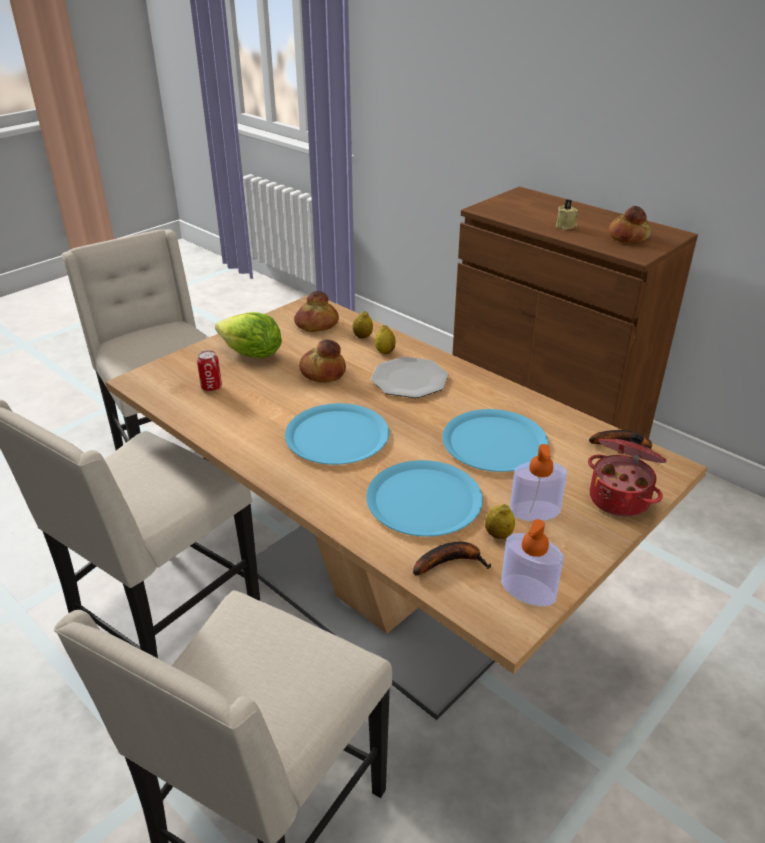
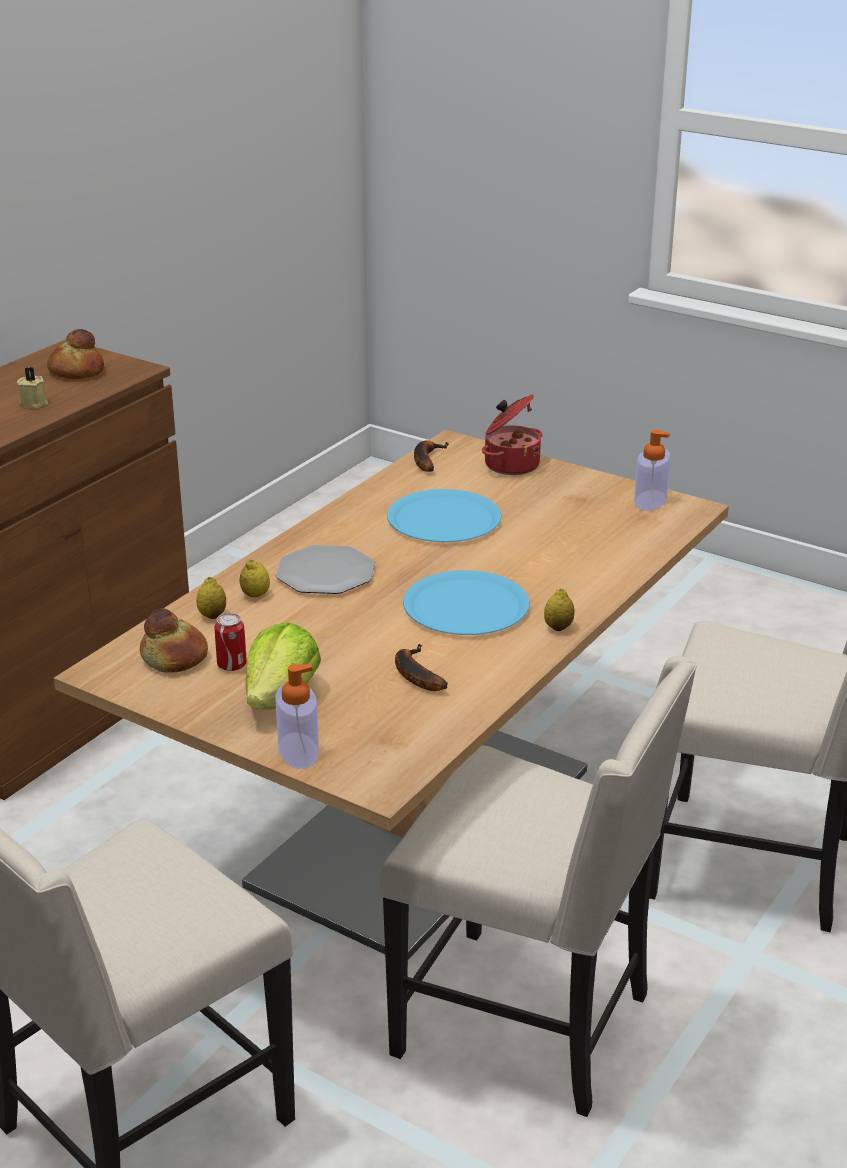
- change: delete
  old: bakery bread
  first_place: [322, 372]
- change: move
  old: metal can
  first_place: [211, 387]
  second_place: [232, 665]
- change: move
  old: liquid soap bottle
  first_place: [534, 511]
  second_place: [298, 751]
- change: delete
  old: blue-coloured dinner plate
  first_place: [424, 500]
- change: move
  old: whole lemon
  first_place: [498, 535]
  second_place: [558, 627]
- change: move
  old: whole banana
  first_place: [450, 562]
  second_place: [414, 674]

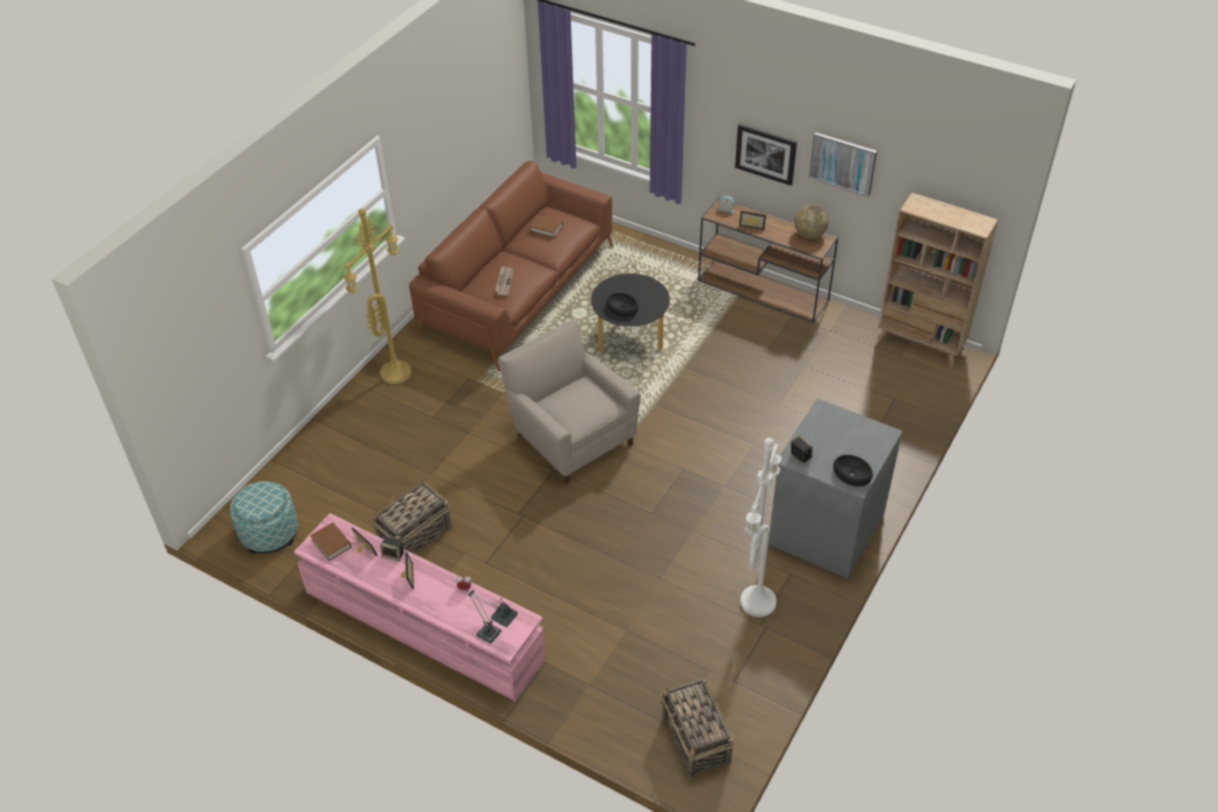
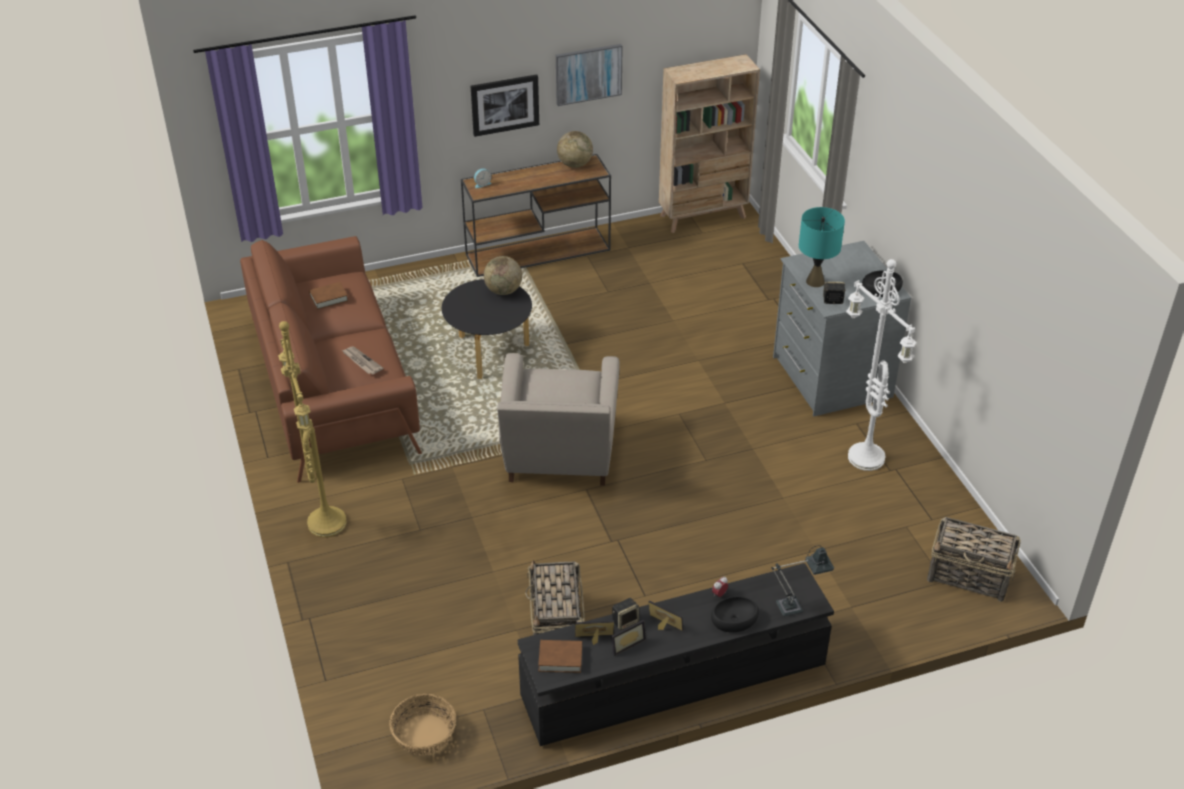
- change: move
  old: standing frame
  first_place: [752, 225]
  second_place: [626, 643]
- change: move
  old: blackish serving bowl
  first_place: [622, 308]
  second_place: [734, 619]
- change: rotate
  old: sand-coloured easy chair
  first_place: [570, 436]
  second_place: [559, 455]
  degrees: -90
- change: replace
  old: ottoman
  new: household basket
  first_place: [269, 533]
  second_place: [424, 735]
- change: recolor
  old: pink-coloured tv unit
  new: blackish tv unit
  first_place: [424, 625]
  second_place: [673, 680]
- change: insert
  new: turquoise-coloured lamp for a table
  second_place: [815, 281]
- change: insert
  new: desk globe
  second_place: [503, 290]

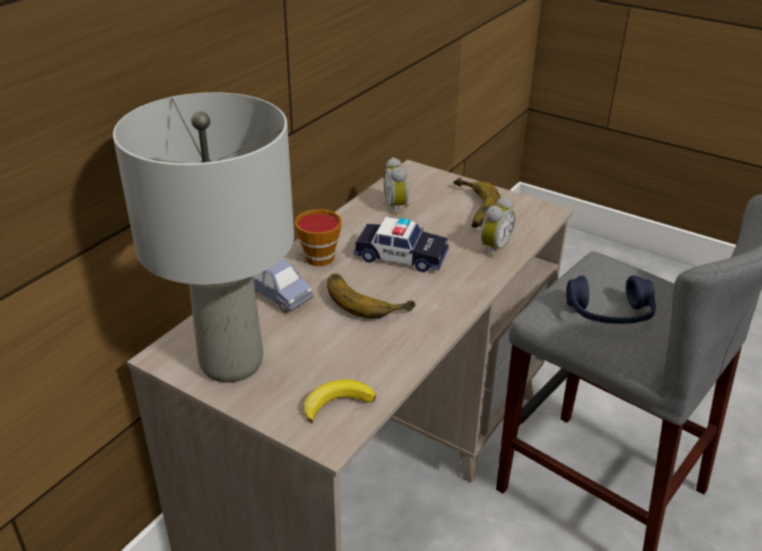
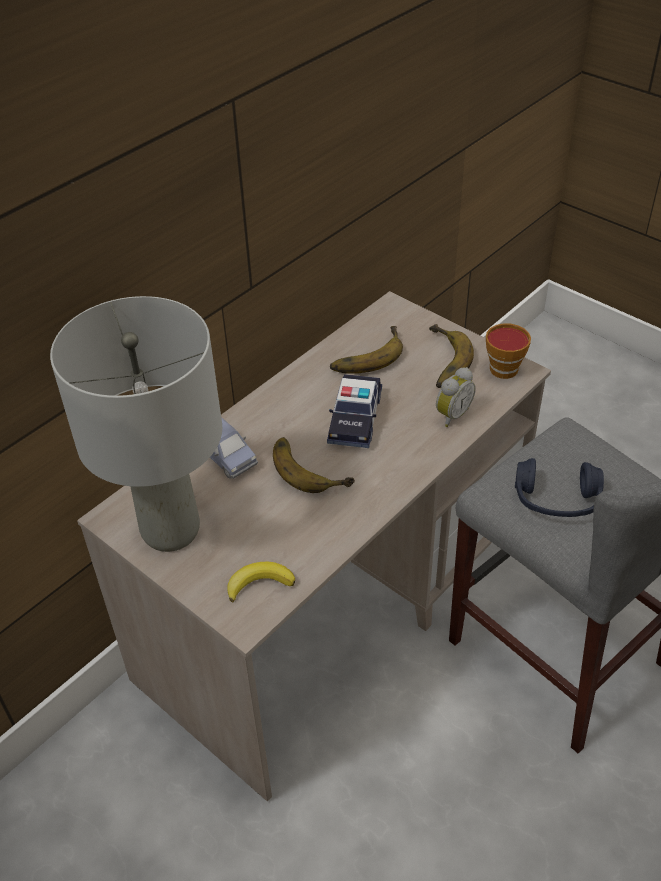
- change: replace
  old: alarm clock
  new: whole banana
  first_place: [397, 207]
  second_place: [365, 355]
- change: move
  old: cup
  first_place: [318, 255]
  second_place: [502, 367]
- change: rotate
  old: miniature car
  first_place: [401, 256]
  second_place: [355, 418]
  degrees: 75

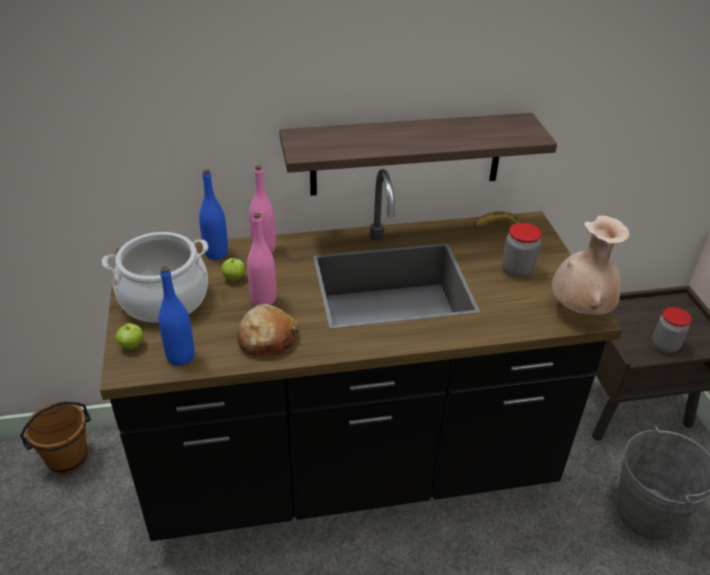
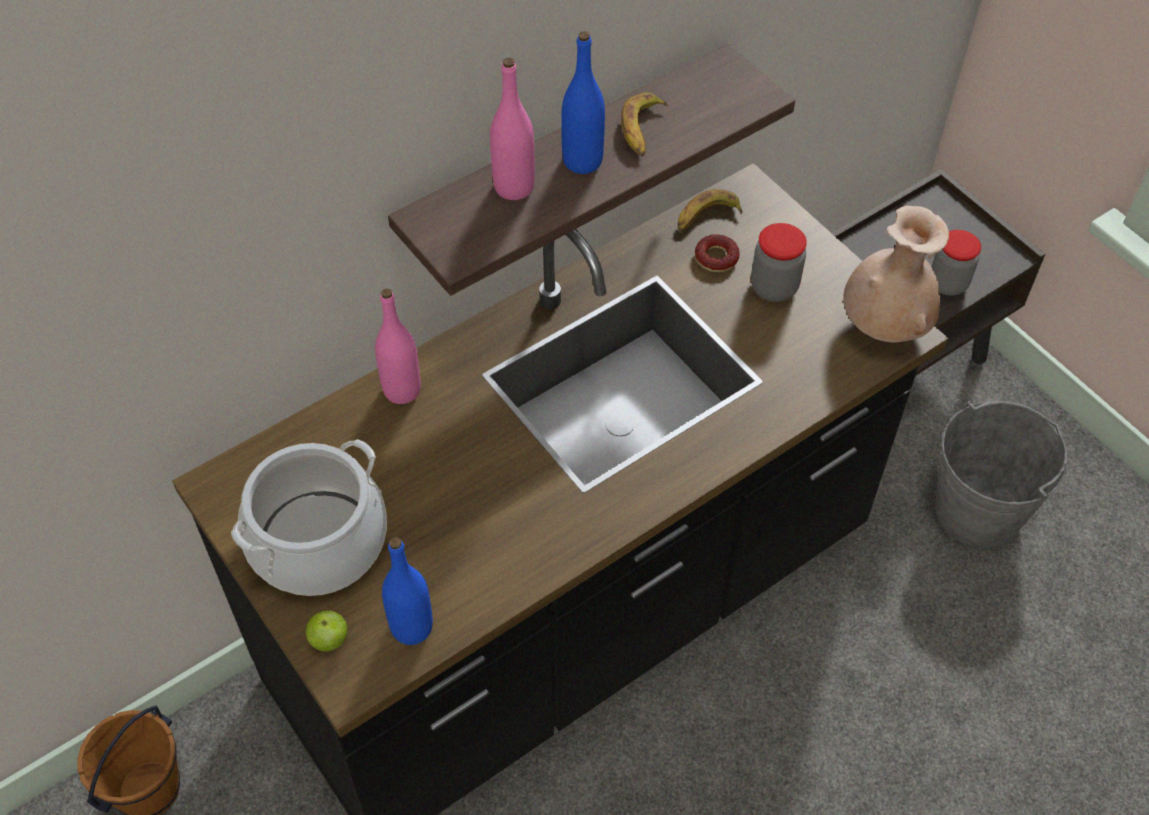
- change: move
  old: blue-coloured drink bottle
  first_place: [216, 253]
  second_place: [582, 161]
- change: move
  old: pink-coloured drink bottle
  first_place: [263, 299]
  second_place: [514, 187]
- change: delete
  old: apple
  first_place: [234, 278]
- change: delete
  old: bakery bread
  first_place: [267, 339]
- change: insert
  new: whole banana
  second_place: [642, 130]
- change: insert
  new: ring doughnut
  second_place: [716, 257]

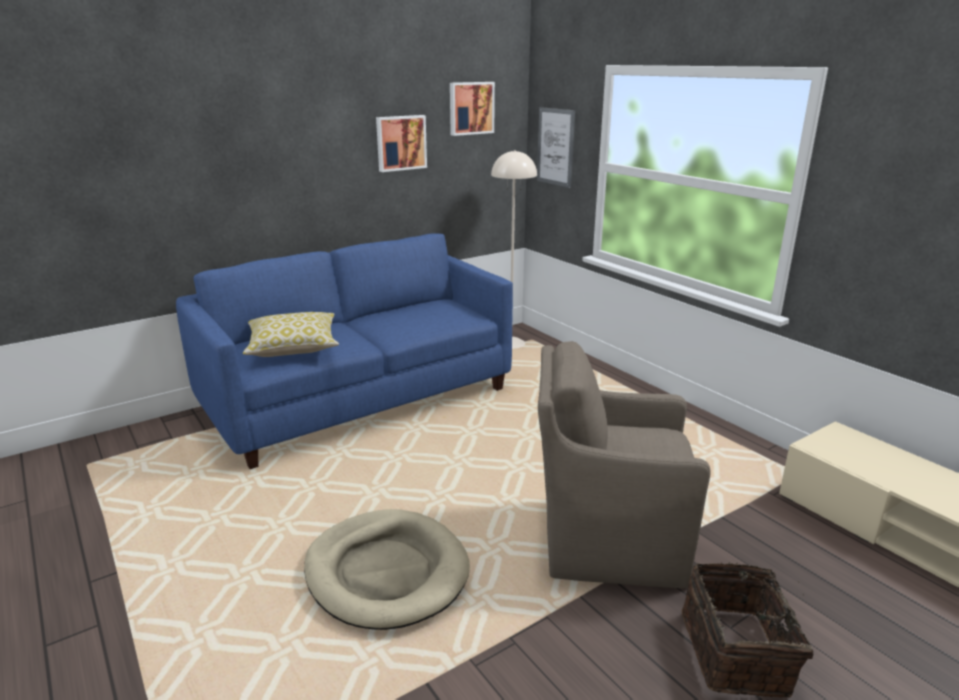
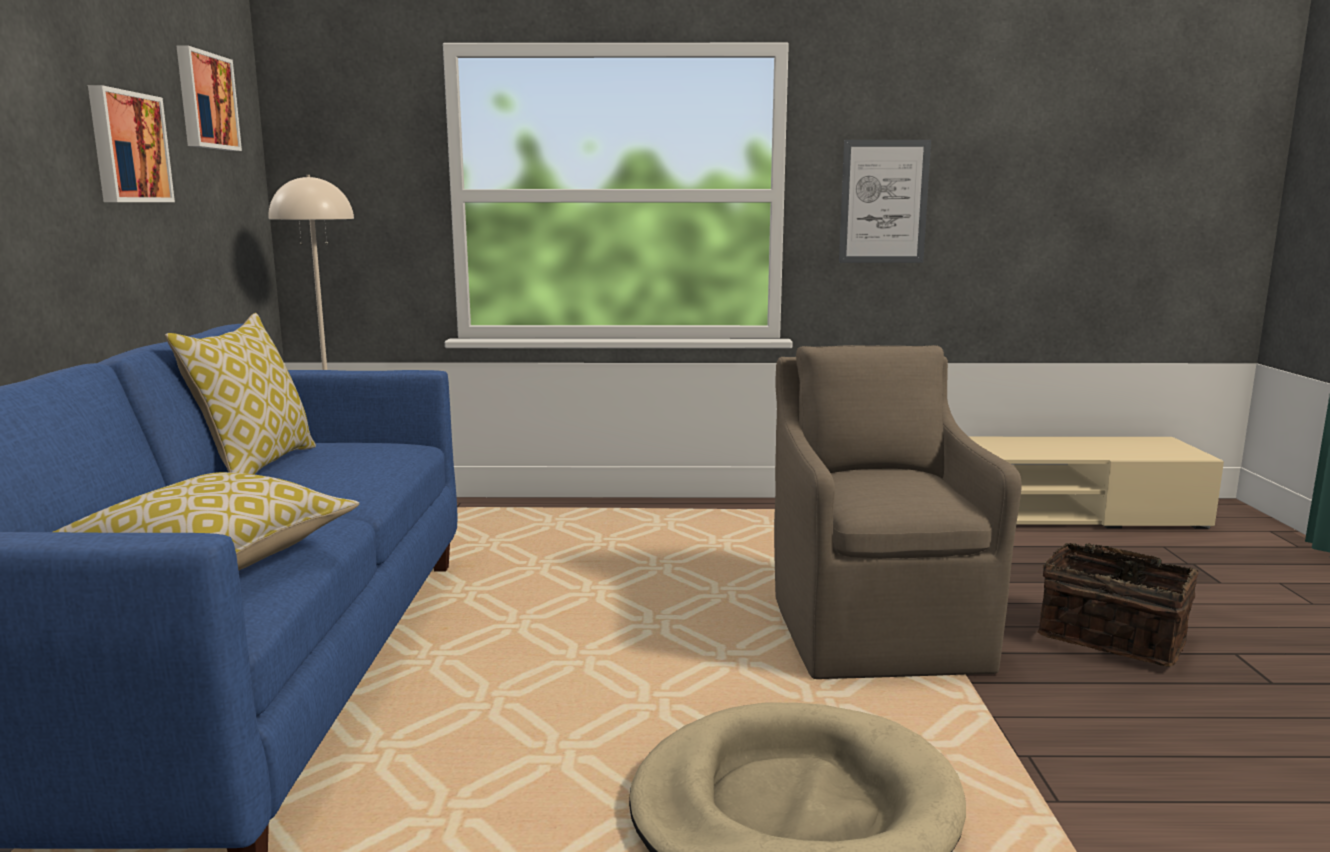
- change: move
  old: wall picture
  first_place: [555, 147]
  second_place: [883, 202]
- change: rotate
  old: brown easy chair
  first_place: [607, 540]
  second_place: [876, 629]
  degrees: 135
- change: insert
  new: pillow
  second_place: [256, 466]

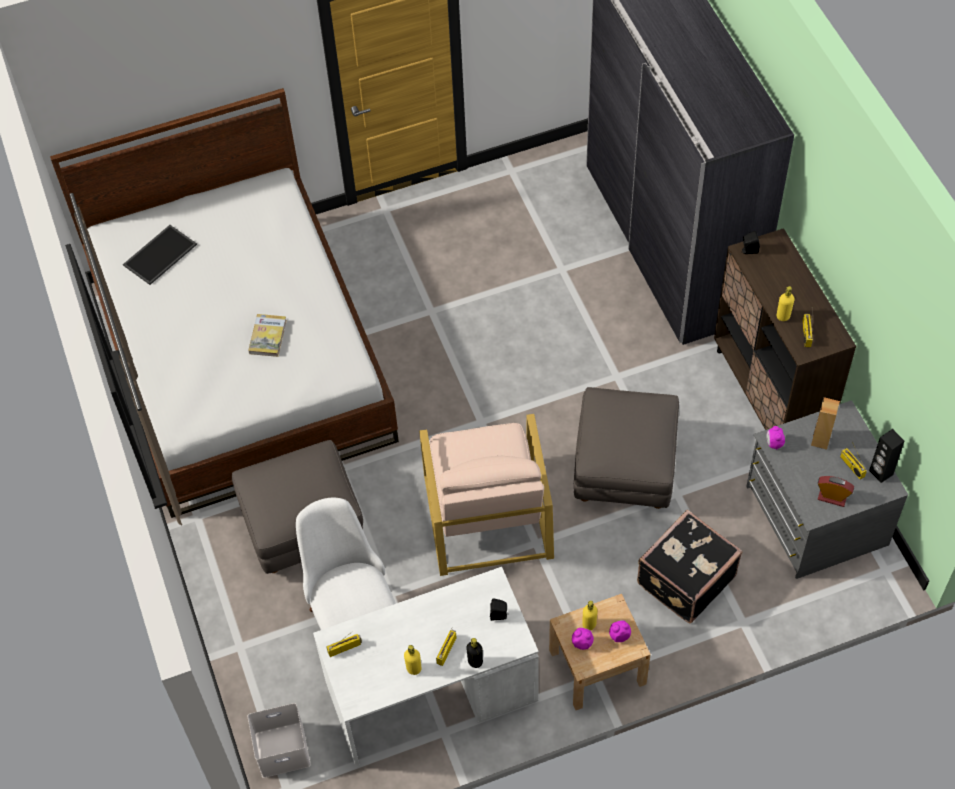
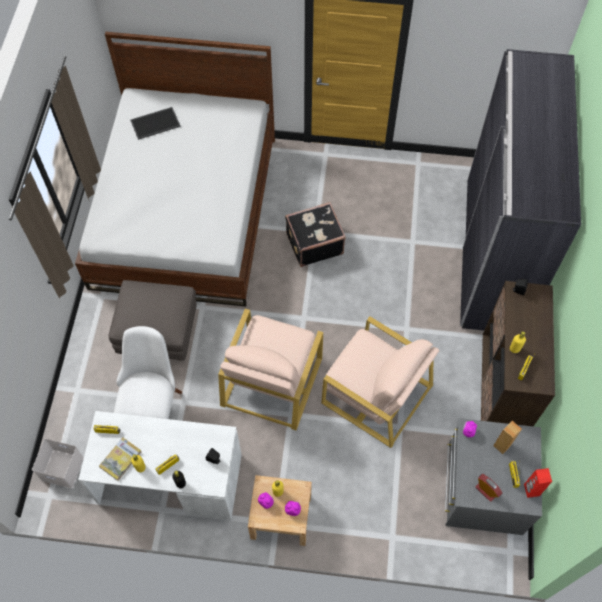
- change: move
  old: bound book
  first_place: [268, 337]
  second_place: [120, 459]
- change: replace
  old: grey ottoman
  new: sand-coloured easy chair
  first_place: [625, 468]
  second_place: [376, 393]
- change: recolor
  old: blackish speaker
  new: red-coloured speaker
  first_place: [880, 472]
  second_place: [531, 490]
- change: move
  old: blackish suitcase
  first_place: [684, 579]
  second_place: [314, 243]

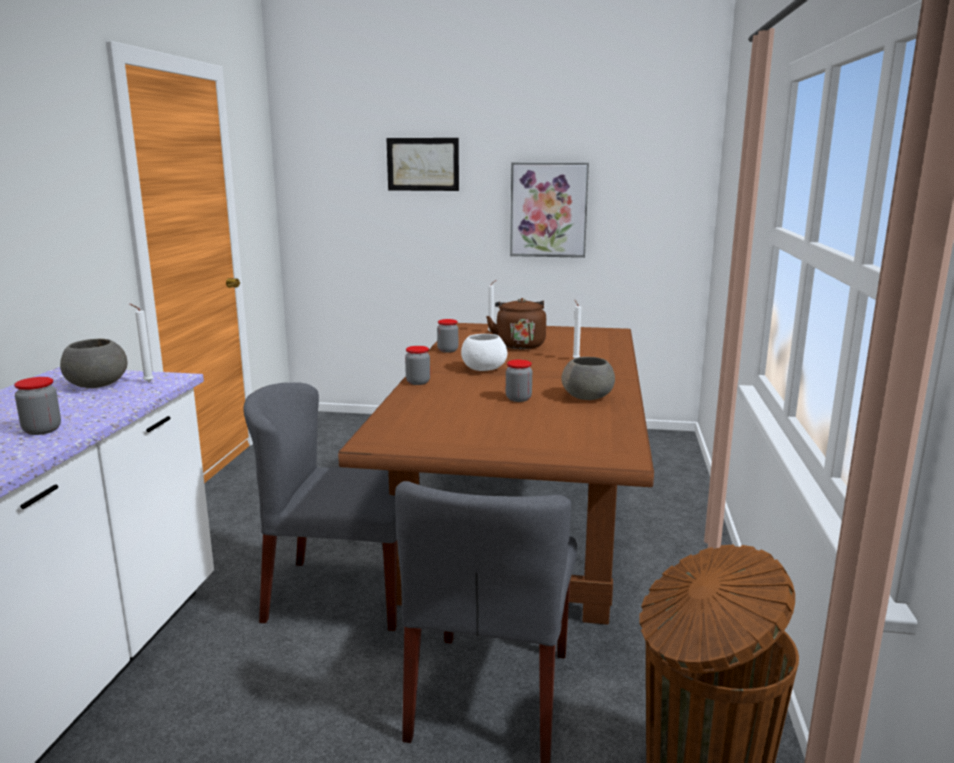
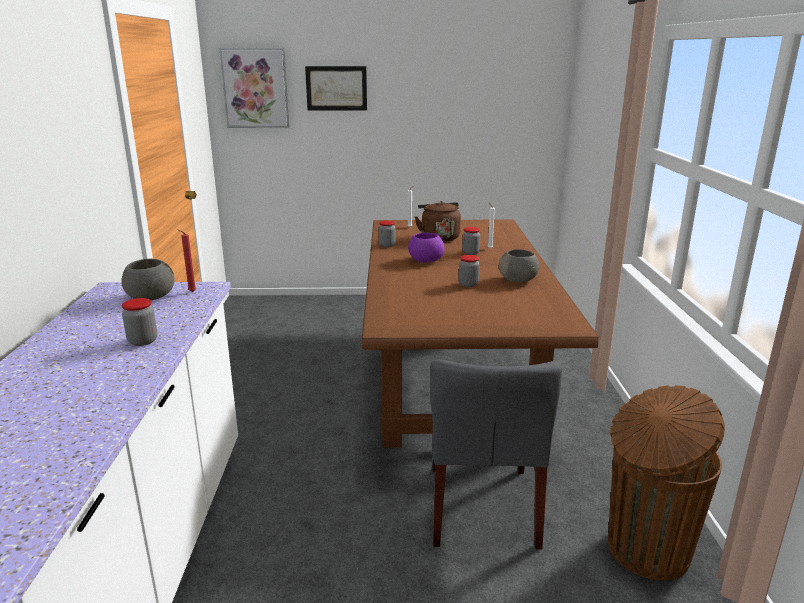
- change: move
  old: wall picture
  first_place: [548, 210]
  second_place: [255, 88]
- change: recolor
  old: white wax candle
  new: red-coloured wax candle
  first_place: [147, 382]
  second_place: [191, 292]
- change: recolor
  old: white serving bowl
  new: purplish serving bowl
  first_place: [483, 369]
  second_place: [425, 260]
- change: move
  old: jar
  first_place: [418, 382]
  second_place: [470, 253]
- change: delete
  old: grey upright chair
  first_place: [341, 594]

